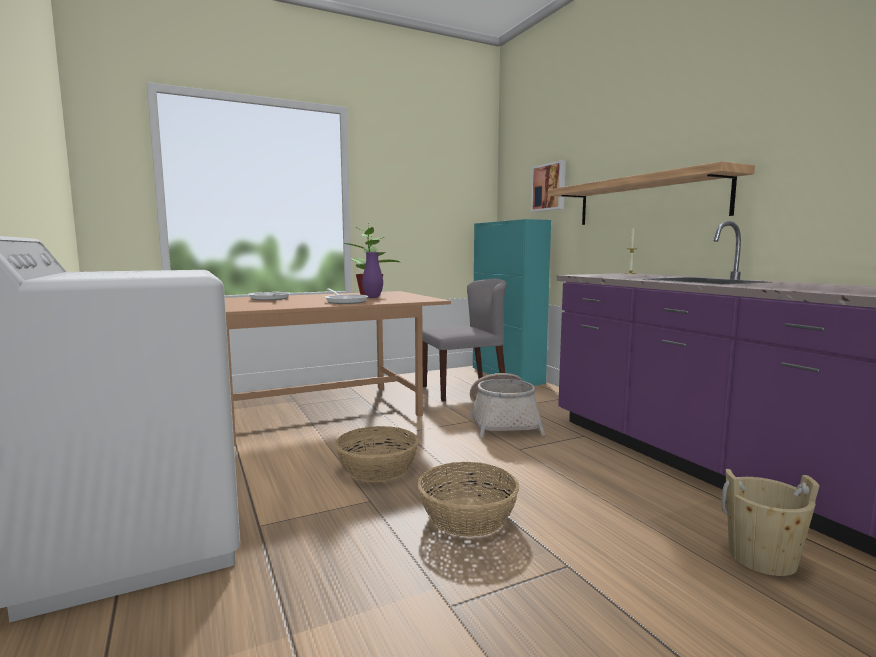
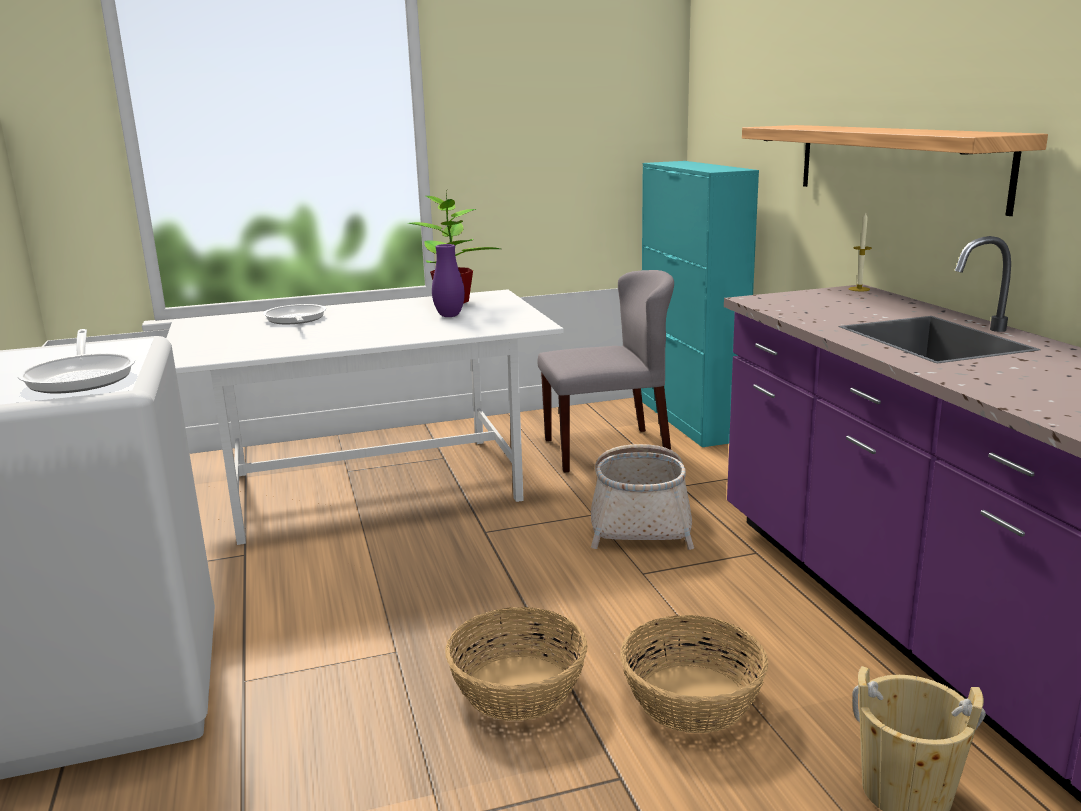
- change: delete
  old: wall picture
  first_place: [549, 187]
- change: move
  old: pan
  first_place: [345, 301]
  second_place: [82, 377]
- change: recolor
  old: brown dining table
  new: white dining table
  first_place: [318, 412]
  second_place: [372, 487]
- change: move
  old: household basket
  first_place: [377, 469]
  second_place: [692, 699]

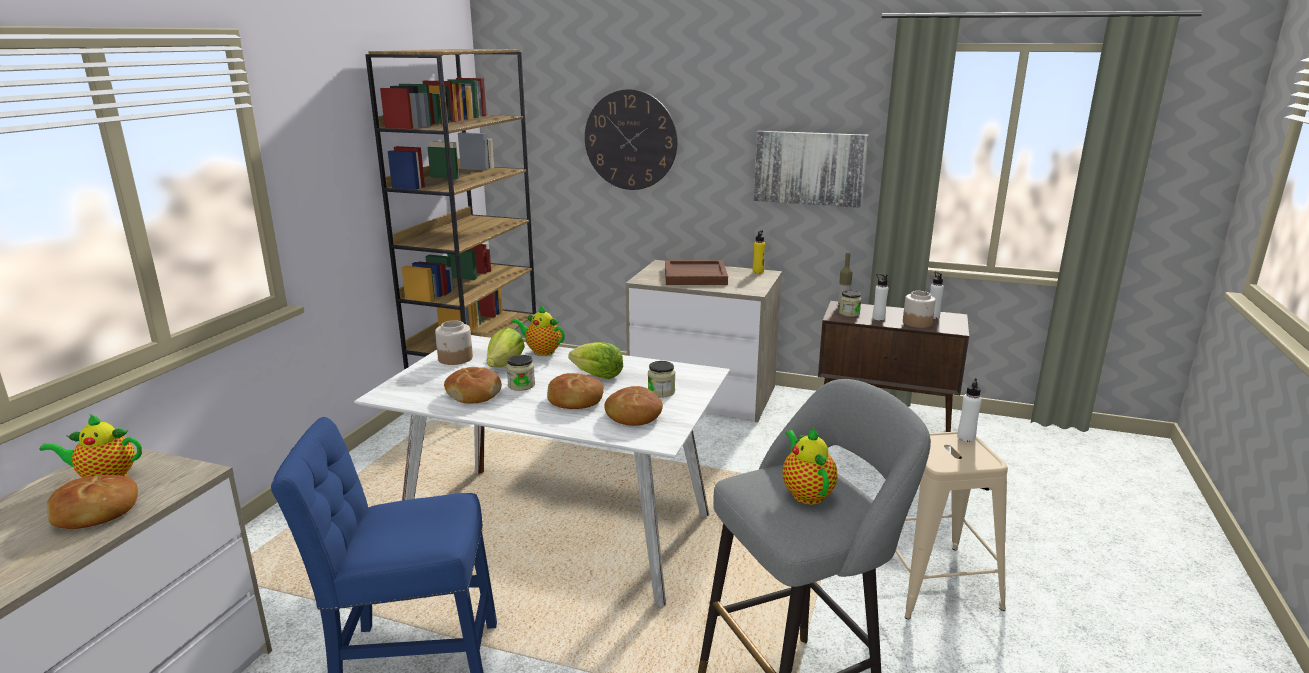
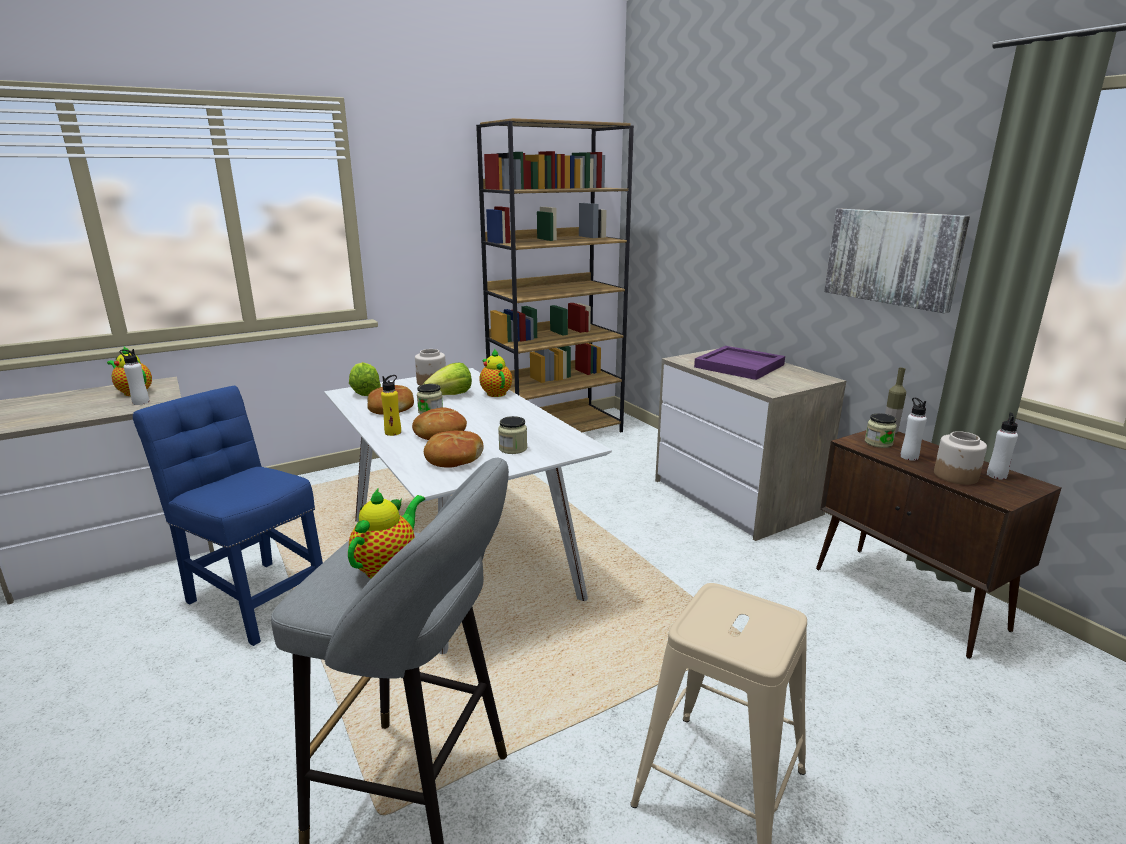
- change: delete
  old: clock on the wall
  first_place: [630, 140]
- change: move
  old: yellow drink bottle
  first_place: [758, 271]
  second_place: [393, 432]
- change: recolor
  old: brown serving tray
  new: purplish serving tray
  first_place: [695, 275]
  second_place: [740, 366]
- change: move
  old: head of lettuce
  first_place: [597, 376]
  second_place: [365, 392]
- change: move
  old: white drink bottle
  first_place: [966, 438]
  second_place: [141, 402]
- change: delete
  old: bakery bread
  first_place: [95, 512]

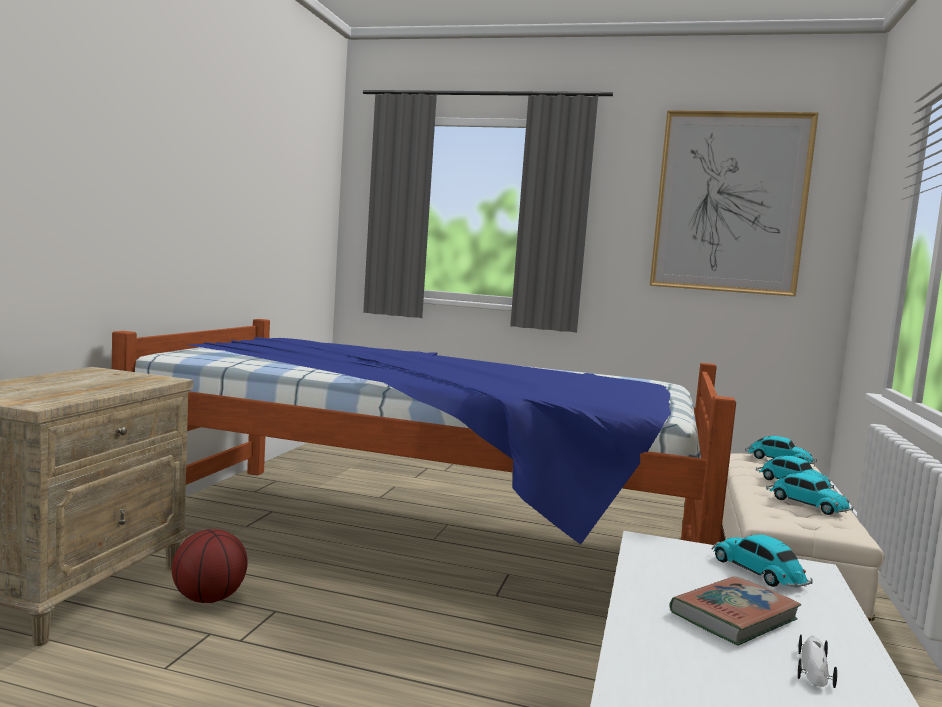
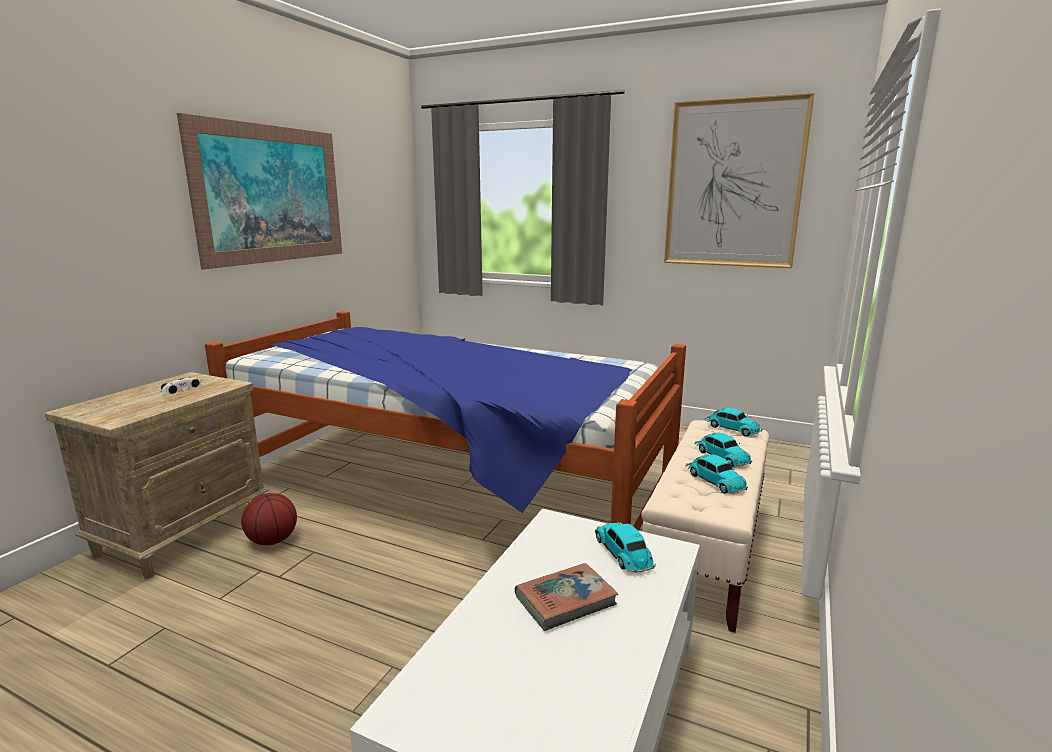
- change: move
  old: miniature car
  first_place: [813, 667]
  second_place: [182, 389]
- change: insert
  new: wall picture
  second_place: [271, 194]

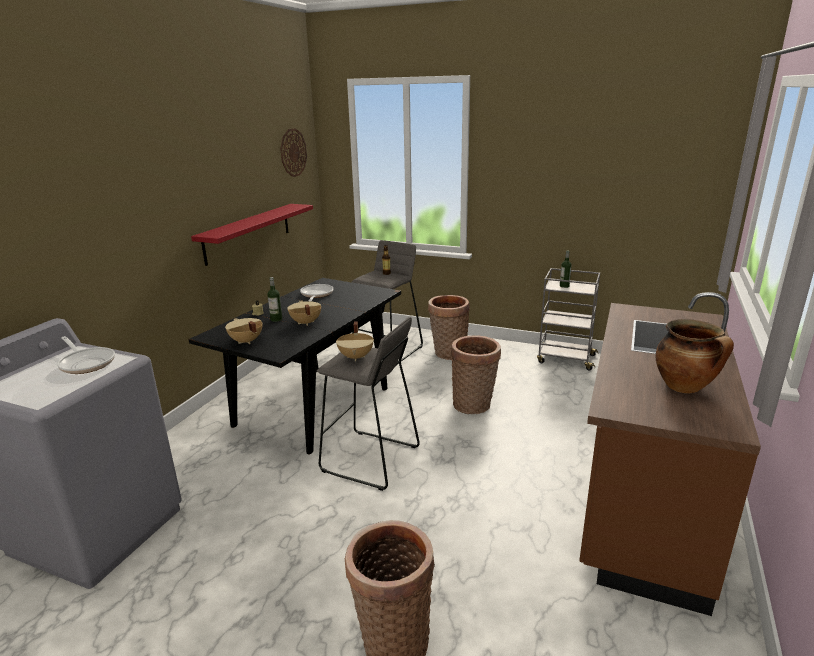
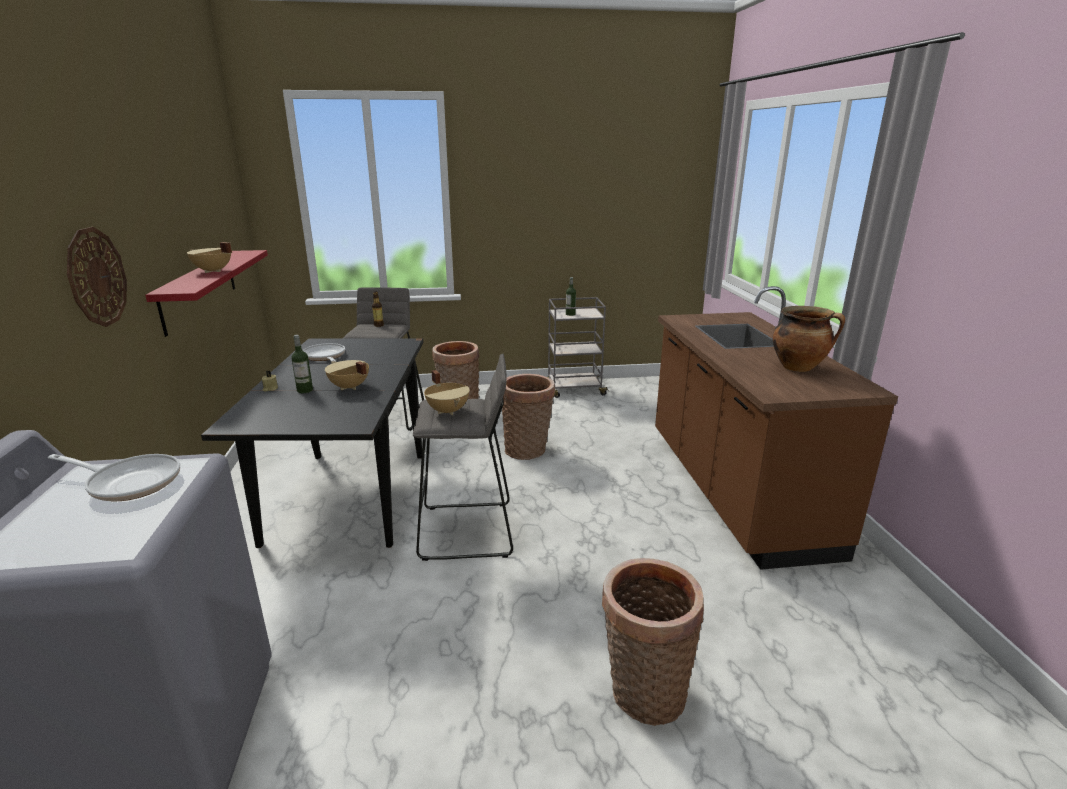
- change: move
  old: clock on the wall
  first_place: [293, 152]
  second_place: [96, 277]
- change: move
  old: sand-coloured saucepot
  first_place: [245, 341]
  second_place: [212, 271]

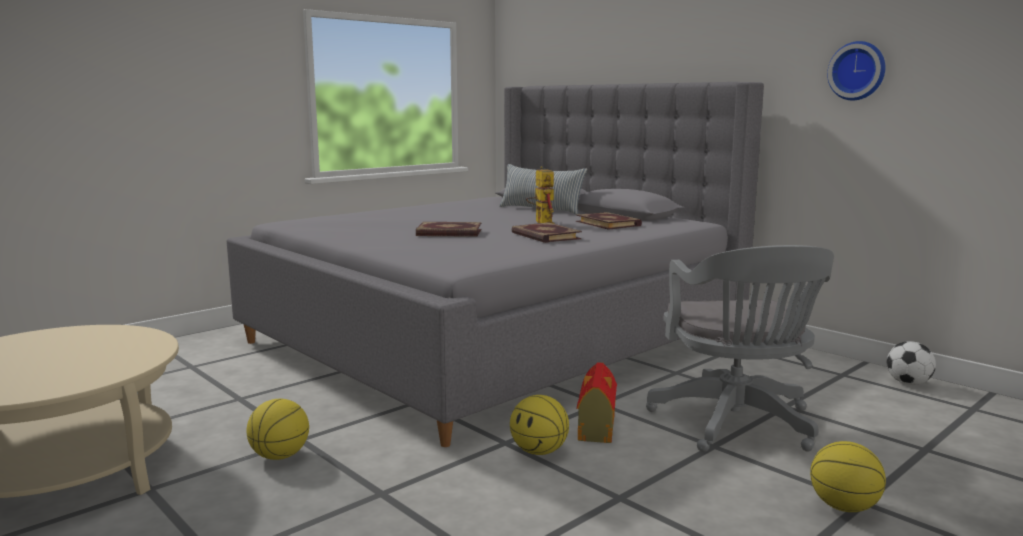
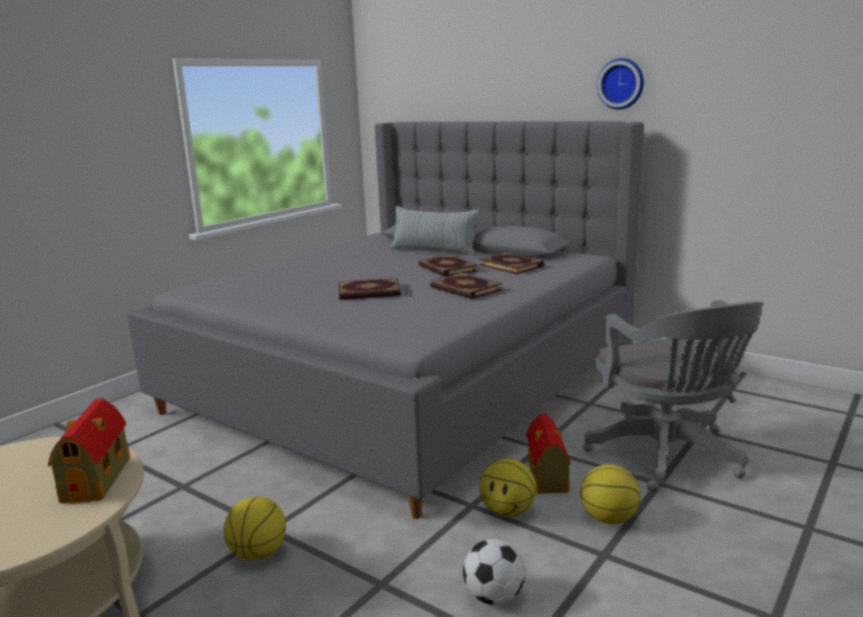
- change: move
  old: clock on the wall
  first_place: [857, 71]
  second_place: [621, 84]
- change: replace
  old: robot figure
  new: bound book
  first_place: [541, 222]
  second_place: [446, 268]
- change: move
  old: football ball
  first_place: [908, 383]
  second_place: [494, 597]
- change: move
  old: basketball ball
  first_place: [843, 507]
  second_place: [608, 518]
- change: insert
  new: miniature house
  second_place: [97, 478]

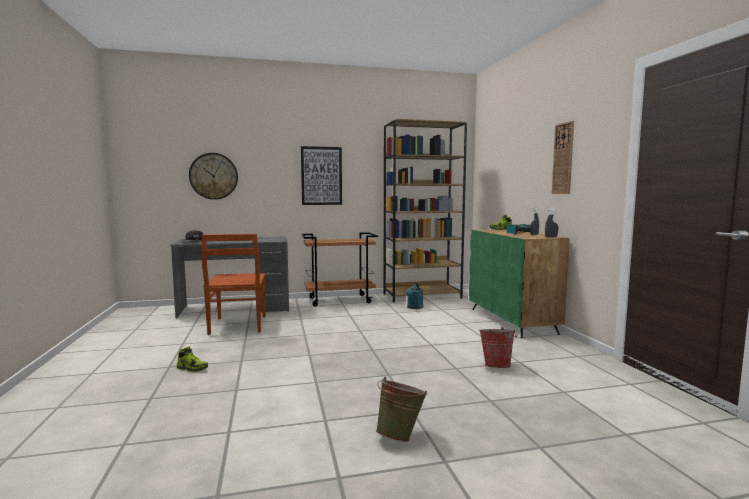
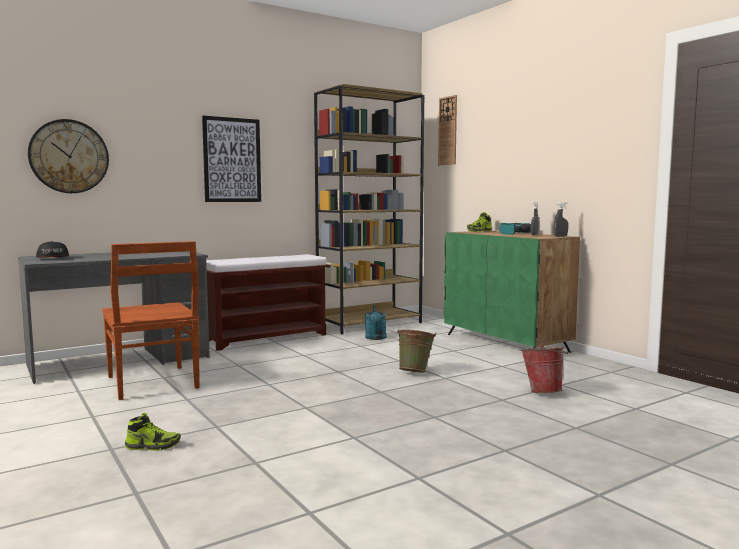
- change: move
  old: clock on the wall
  first_place: [563, 158]
  second_place: [448, 131]
- change: replace
  old: brown wheeled cart
  new: brown bench
  first_place: [340, 300]
  second_place: [266, 338]
- change: move
  old: green-coloured bucket
  first_place: [401, 436]
  second_place: [415, 372]

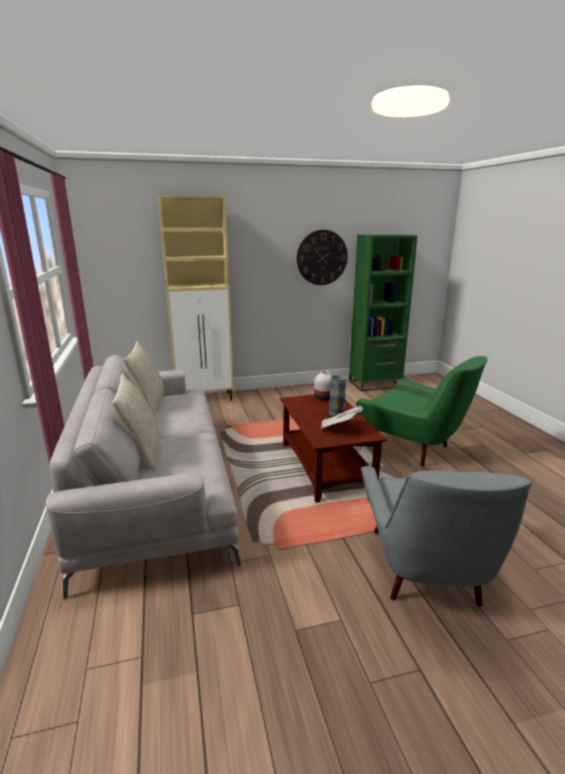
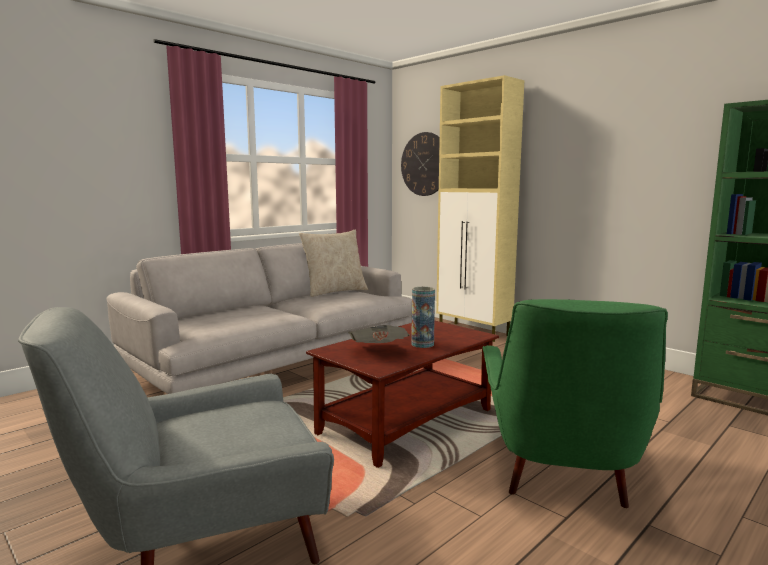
- change: move
  old: clock on the wall
  first_place: [322, 257]
  second_place: [425, 164]
- change: delete
  old: white flower vase
  first_place: [323, 397]
- change: delete
  old: sand-coloured pillow
  first_place: [141, 453]

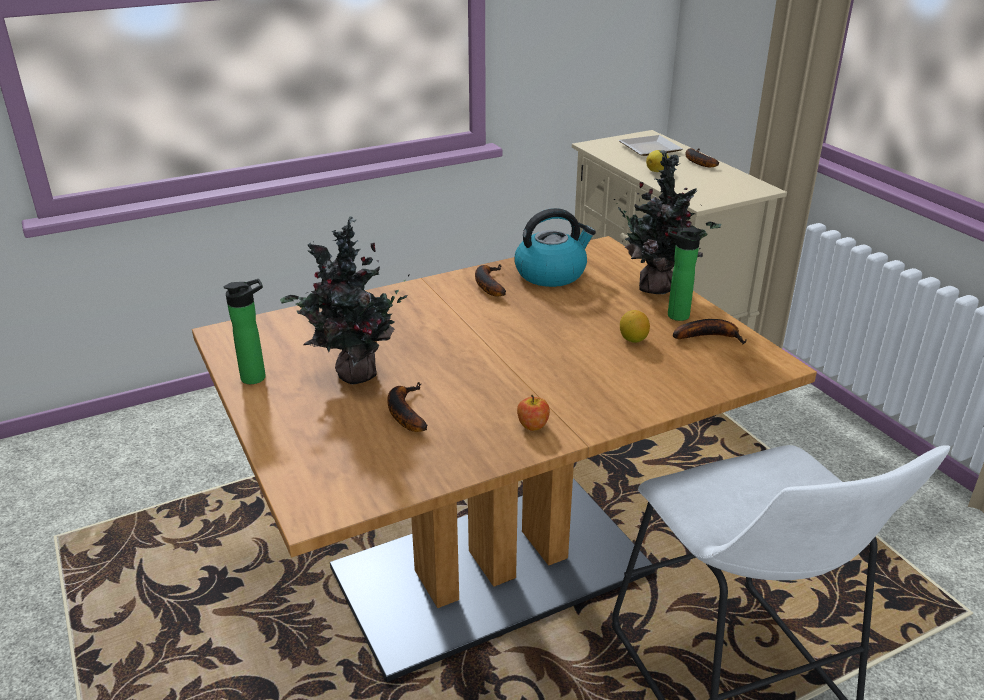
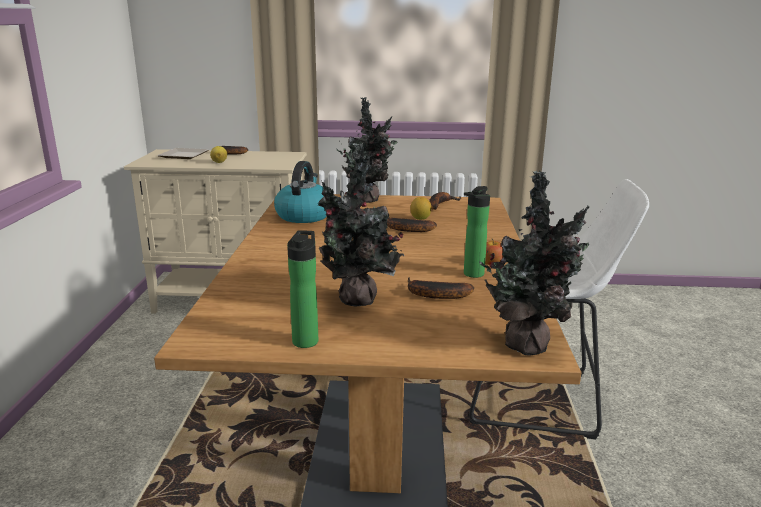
- change: move
  old: drink bottle
  first_place: [674, 315]
  second_place: [472, 275]
- change: move
  old: whole banana
  first_place: [487, 284]
  second_place: [405, 229]
- change: insert
  new: plant in a pot
  second_place: [527, 343]

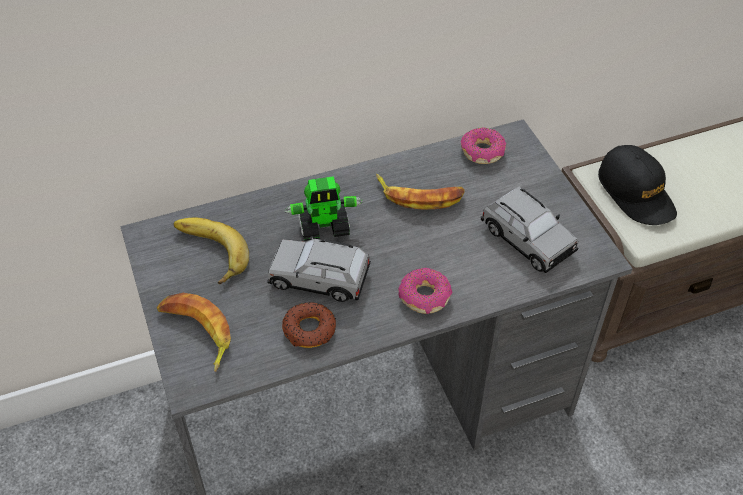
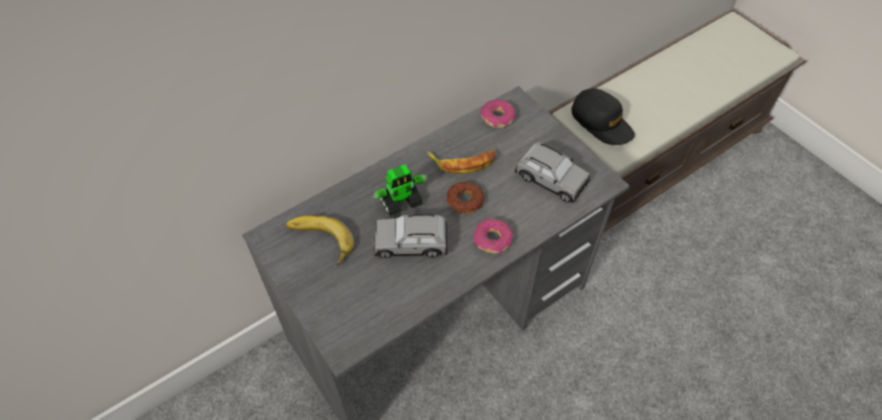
- change: delete
  old: whole banana
  first_place: [196, 333]
- change: move
  old: ring doughnut
  first_place: [309, 329]
  second_place: [465, 200]

